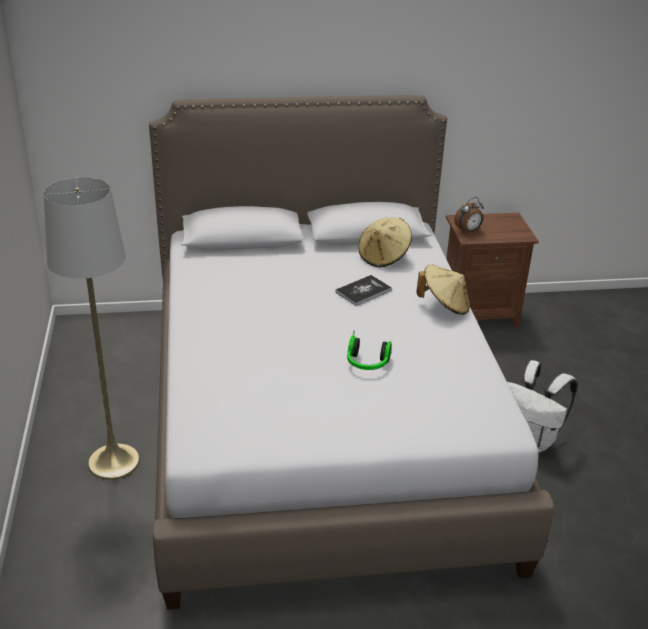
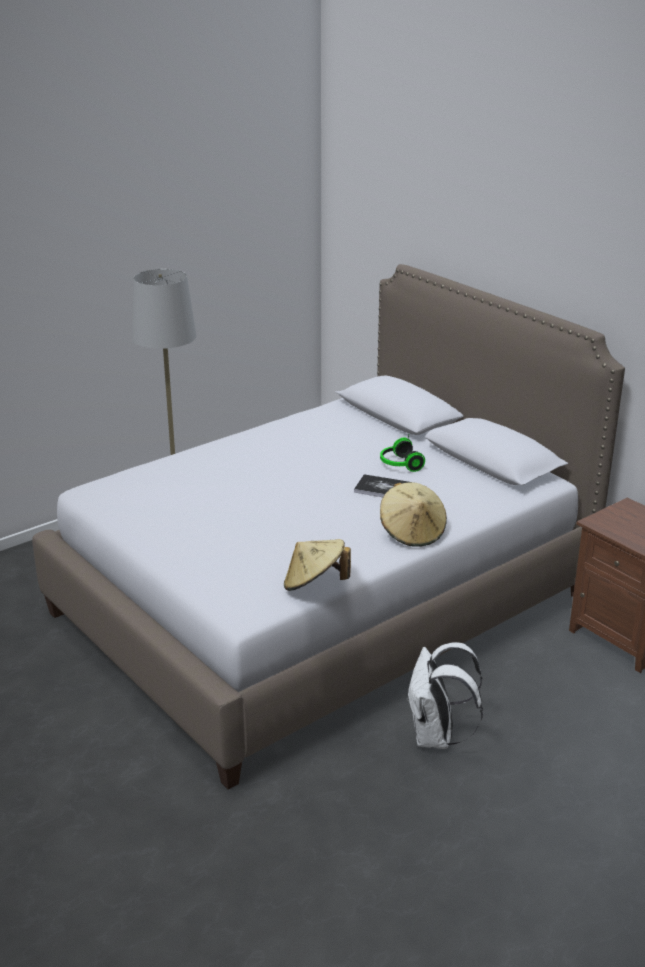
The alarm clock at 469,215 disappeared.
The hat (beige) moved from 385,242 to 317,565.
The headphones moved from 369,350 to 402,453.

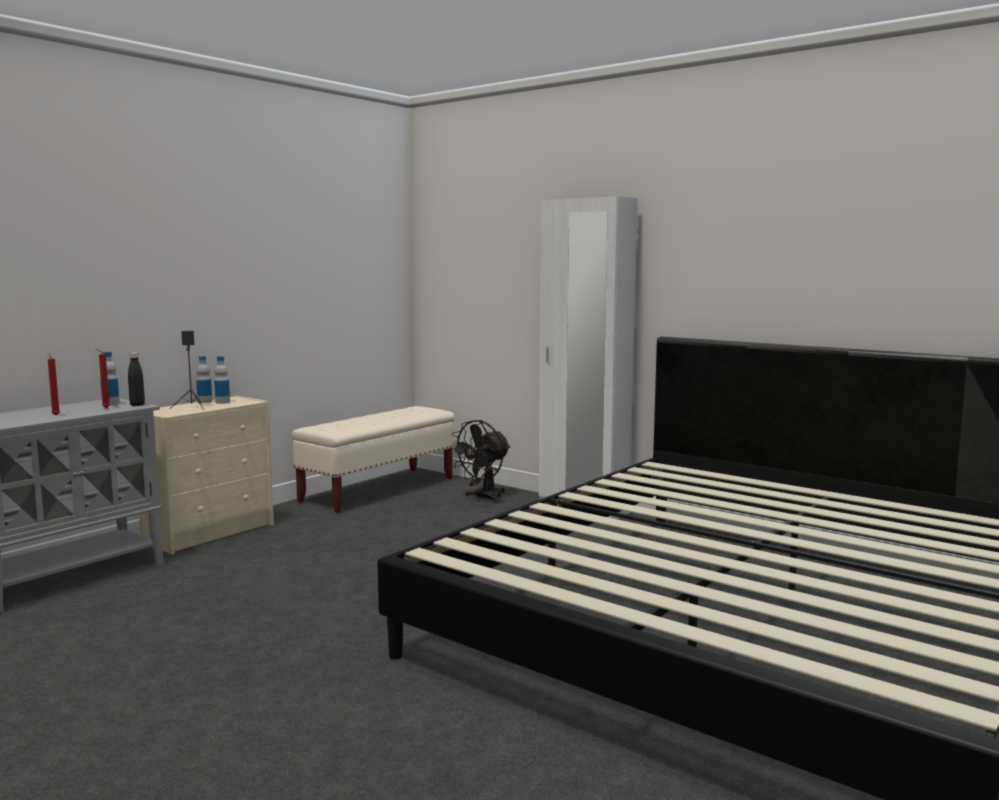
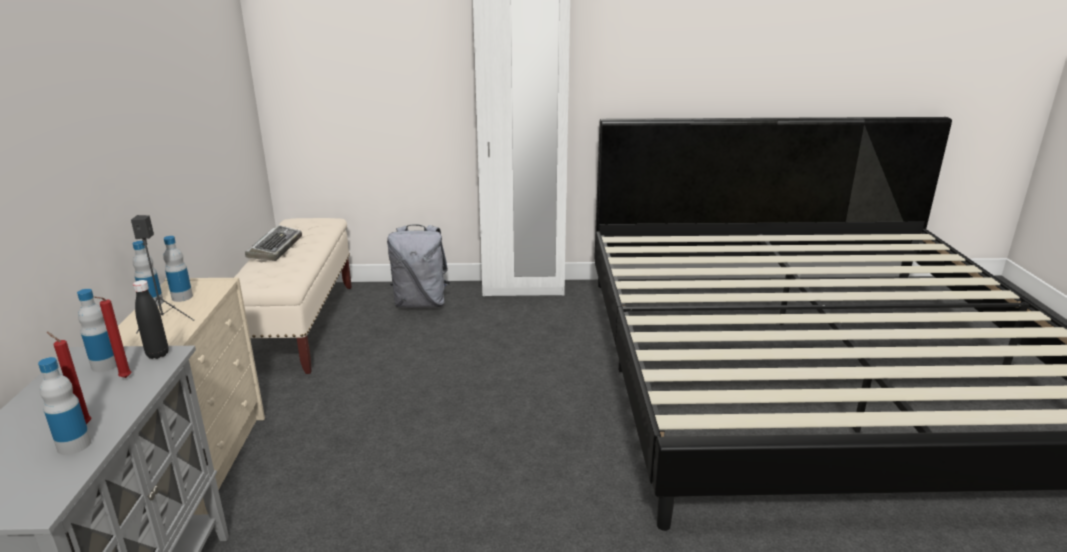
The fan (black) at 480,461 was replaced by the backpack (grey) at 418,266.
The keyboard at 273,243 appeared.
The bottle at 64,406 appeared.

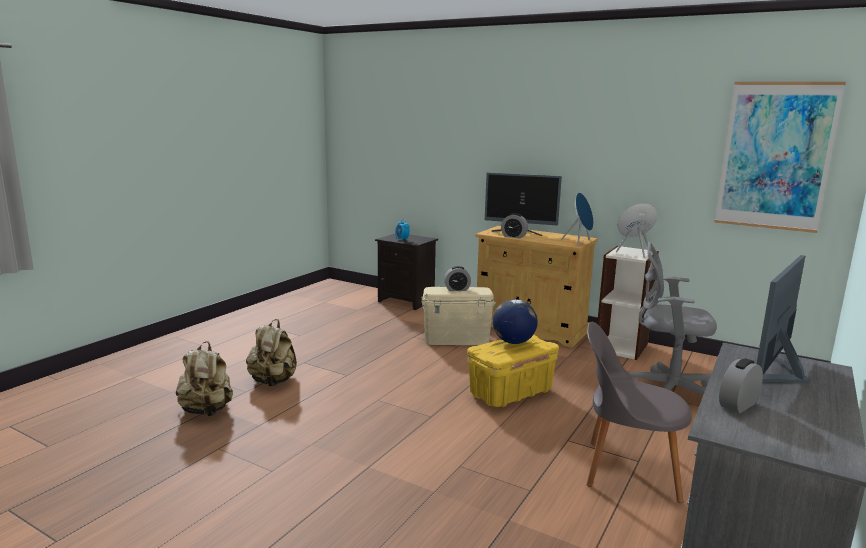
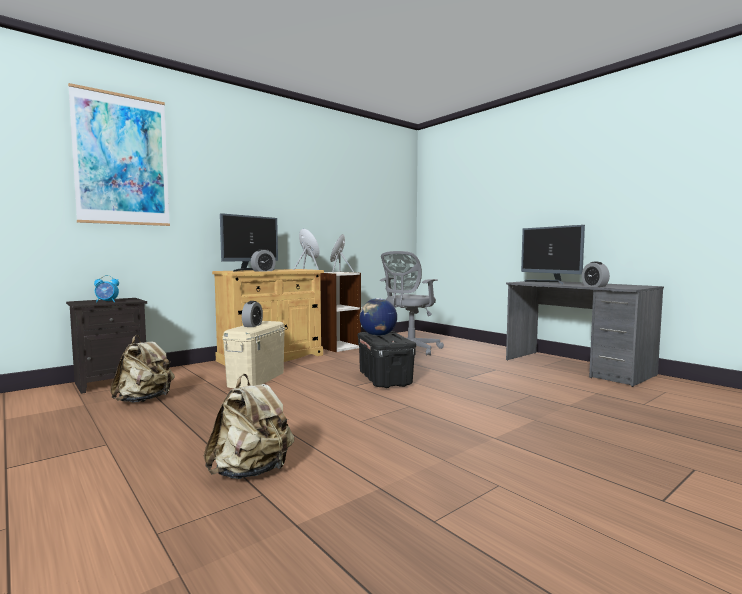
The picture moved from 780,157 to 119,154.
The chair (grey) at 639,412 disappeared.
The storage box (yellow) at 513,370 became the storage box (black) at 387,359.
The backpack (beige) moved from 204,378 to 142,369.

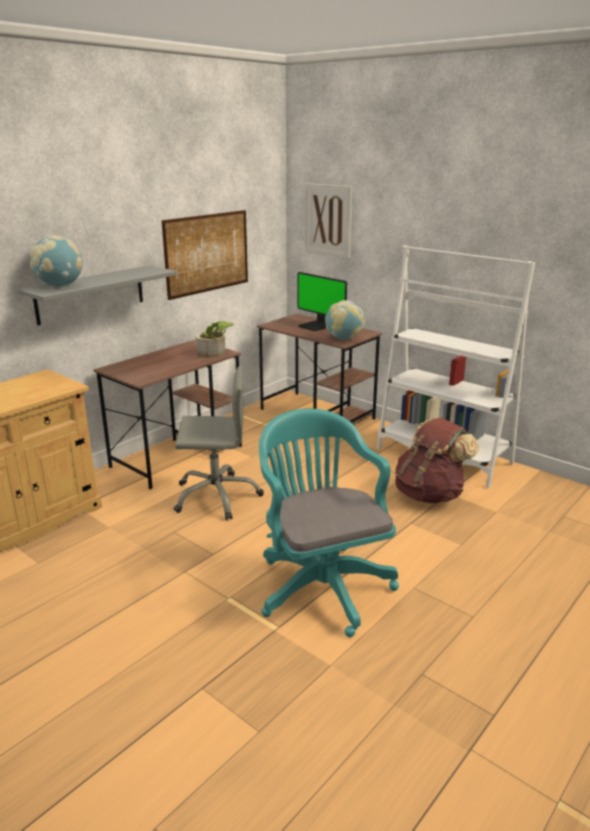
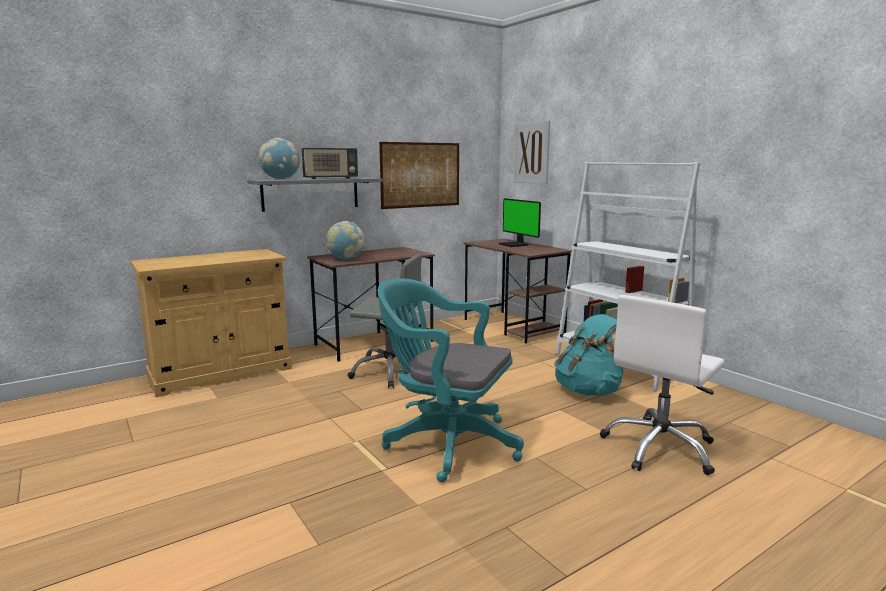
The globe moved from 344,320 to 345,240.
The potted plant at 215,339 disappeared.
The office chair (turquoise) at 329,523 turned 60 degrees counterclockwise.
The backpack (brown) at 437,461 became the backpack (turquoise) at 588,355.
The radio at 330,163 appeared.
The office chair (white) at 662,385 appeared.

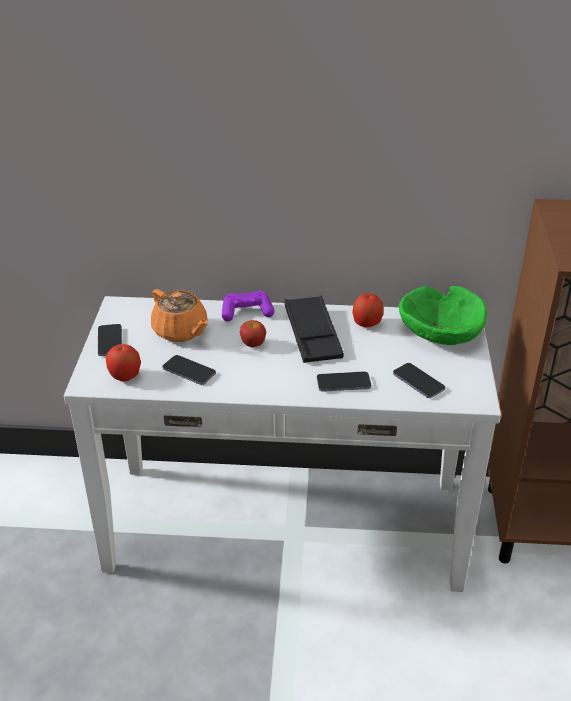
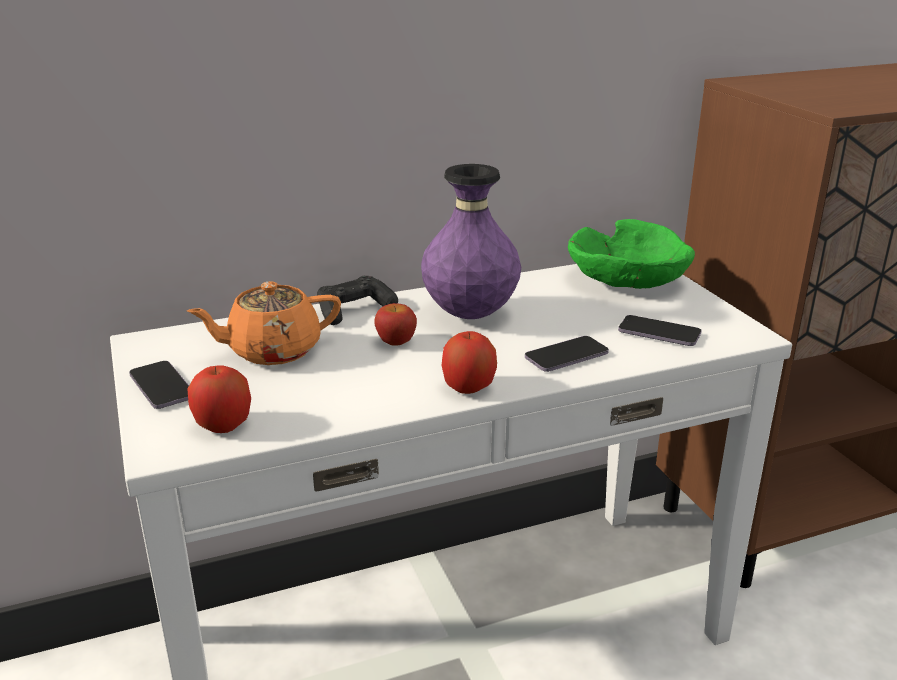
The teapot (orange) at 179,315 turned 135 degrees clockwise.
The game controller (purple) at 248,305 became the game controller (black) at 357,300.
The apple moved from 368,310 to 469,362.
The tray (black) at 314,329 was replaced by the vase (purple) at 471,241.
The phone at 189,370 disappeared.

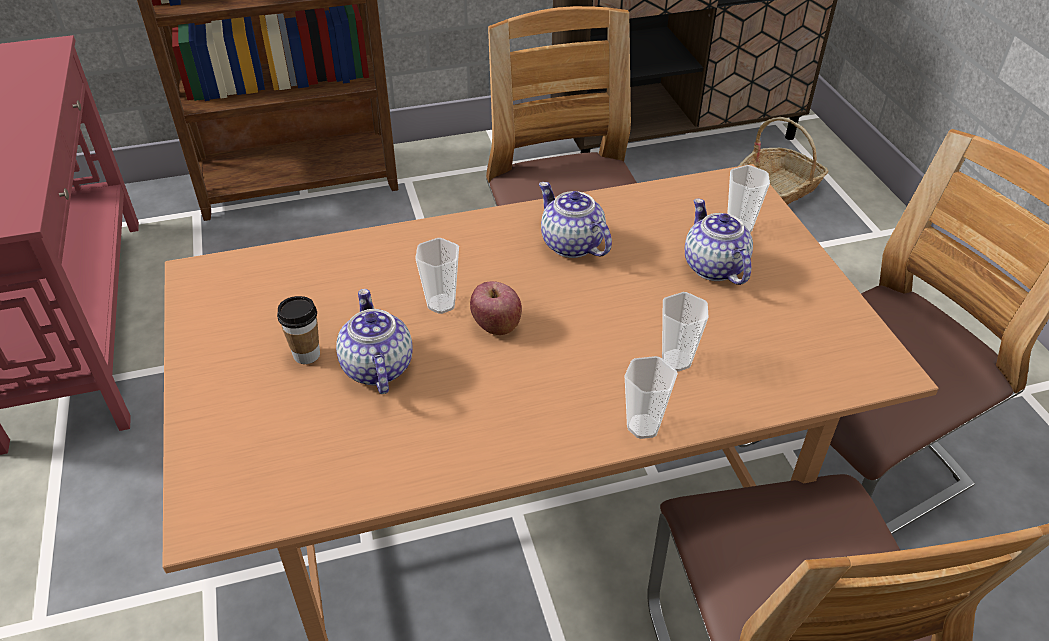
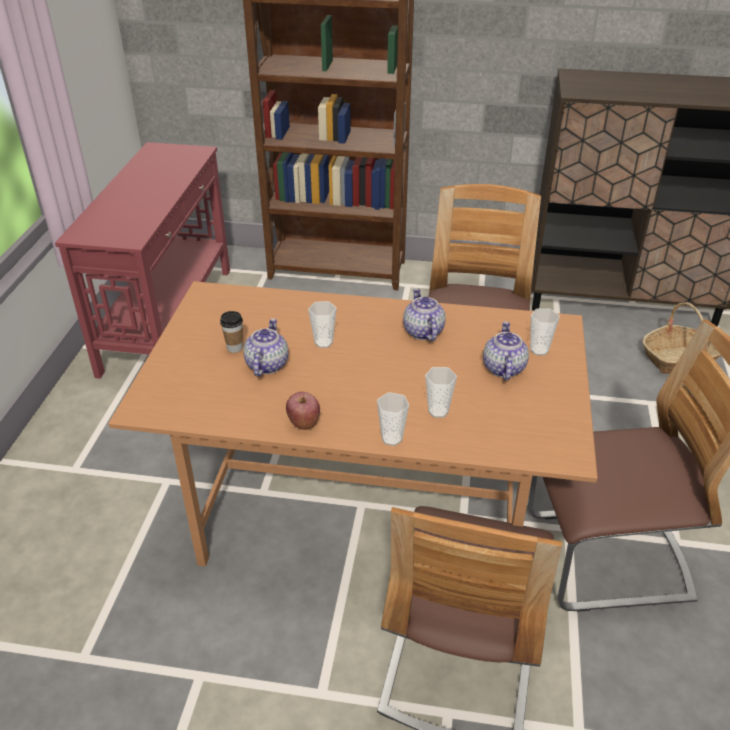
The apple moved from 496,308 to 303,411.

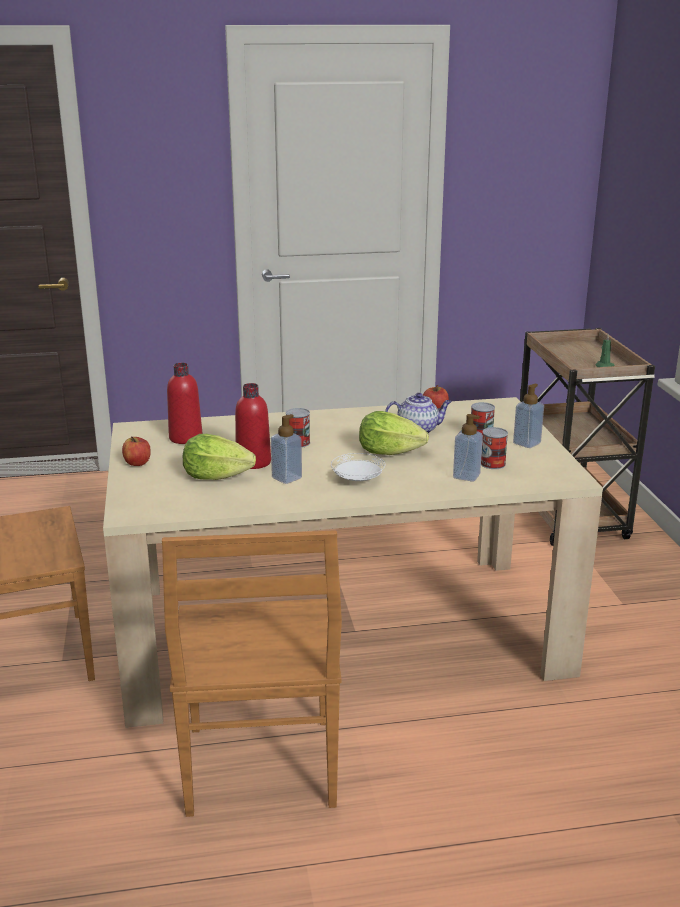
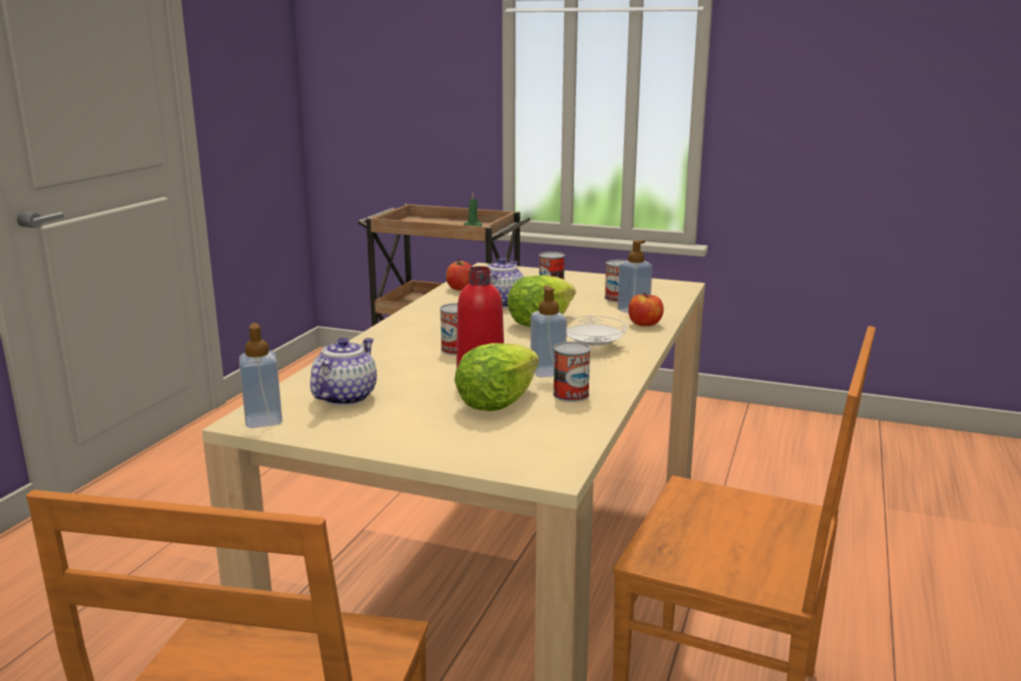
The bottle (red) at 184,403 was replaced by the teapot at 343,371.
The soap dispenser moved from 528,416 to 260,375.
The apple moved from 136,451 to 646,309.
The can at 572,372 appeared.

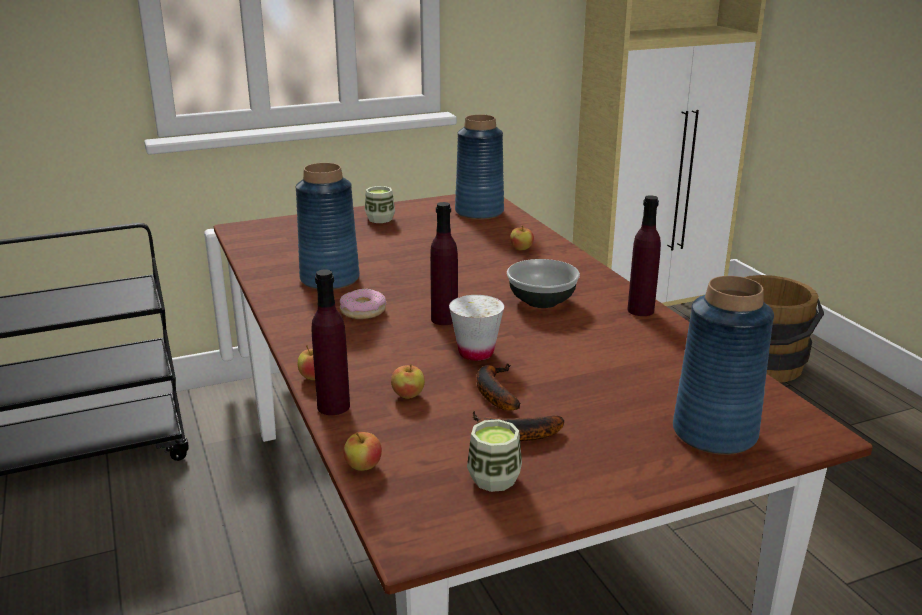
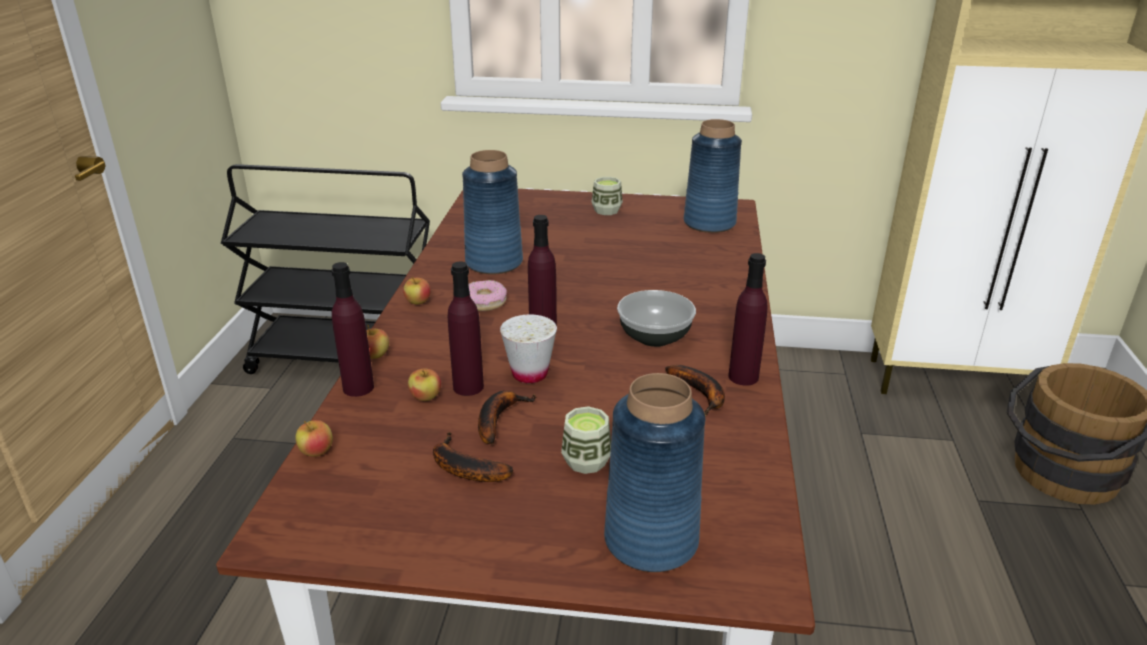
The apple moved from 522,237 to 417,291.
The cup moved from 494,455 to 586,440.
The bottle (purple) at 466,329 appeared.
The banana at 695,390 appeared.

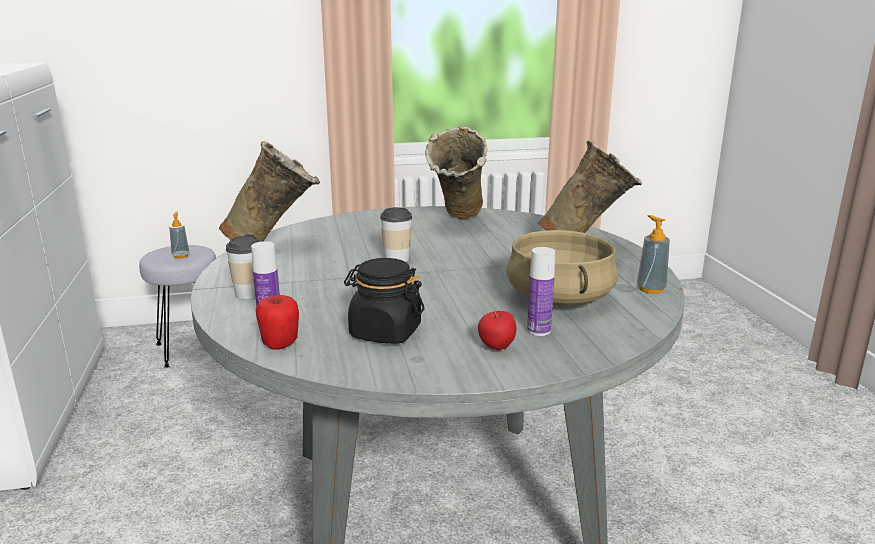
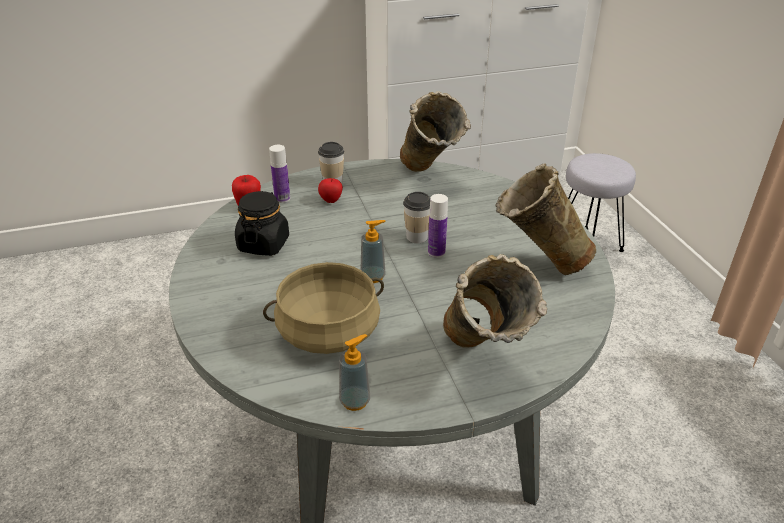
The soap dispenser moved from 179,235 to 373,251.
The bottle moved from 541,291 to 438,226.
The apple moved from 497,330 to 330,190.

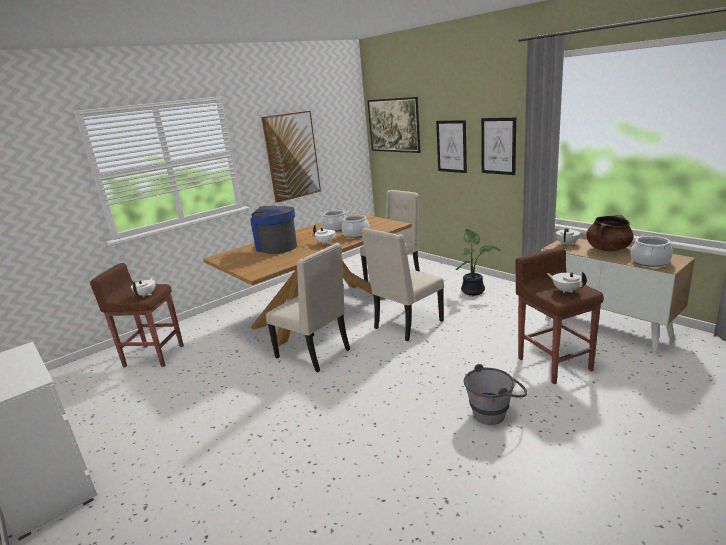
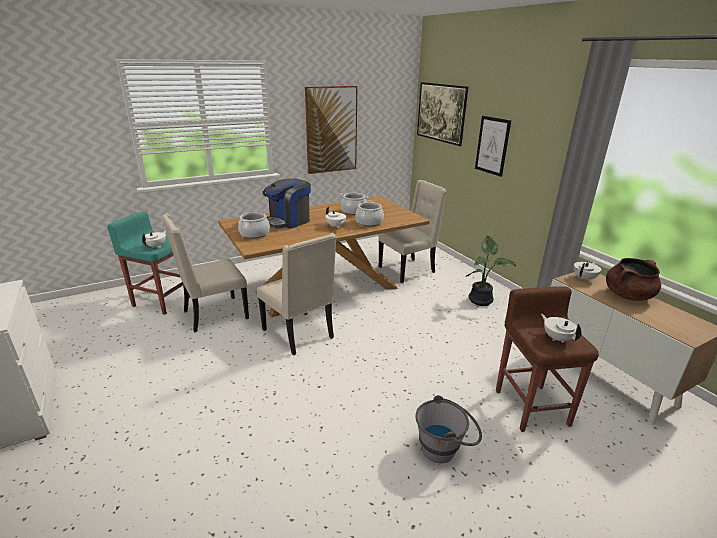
The picture at 498,146 disappeared.
The coffee machine at 274,230 turned 105 degrees counterclockwise.
The chair (beige) moved from 402,284 to 205,273.
The cooking pot moved from 652,250 to 254,224.
The stool (brown) at 137,315 became the stool (turquoise) at 148,263.

